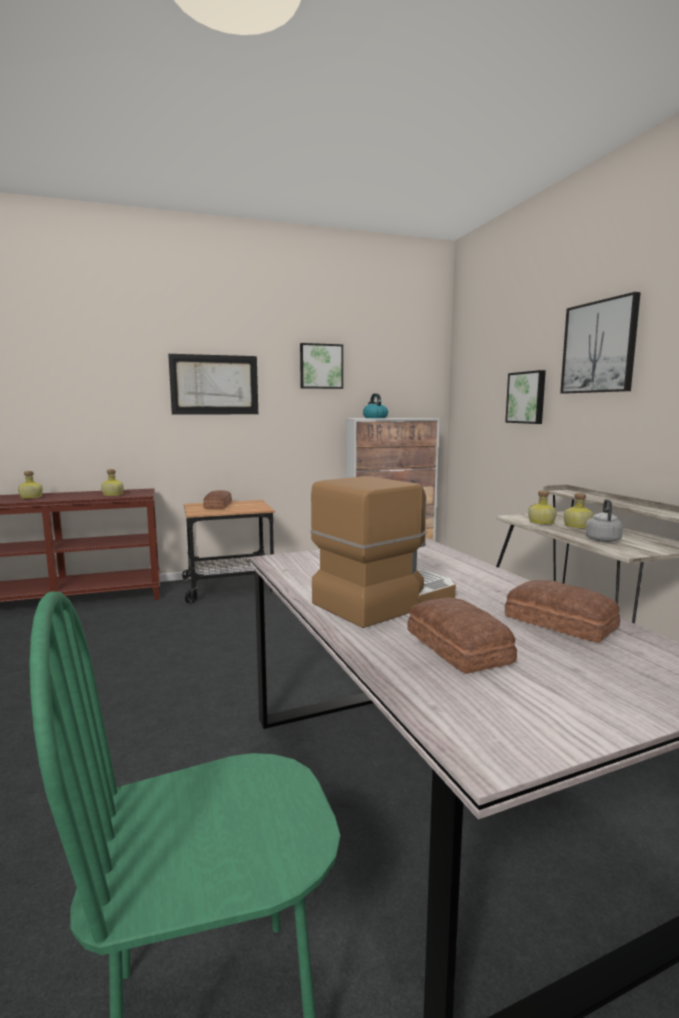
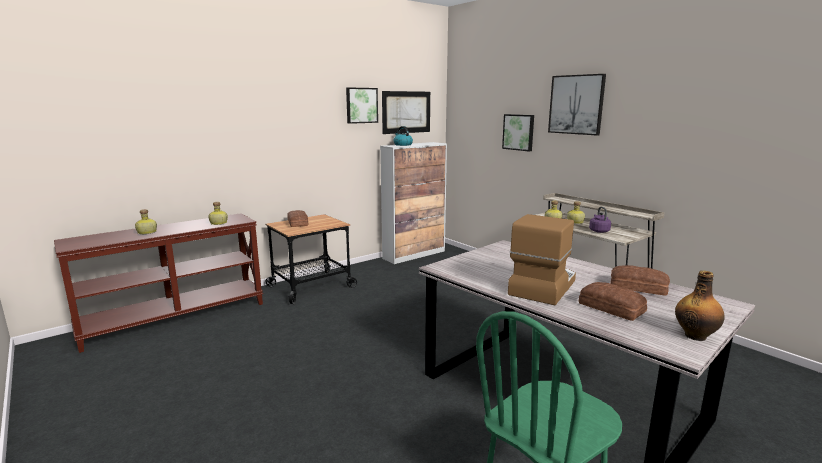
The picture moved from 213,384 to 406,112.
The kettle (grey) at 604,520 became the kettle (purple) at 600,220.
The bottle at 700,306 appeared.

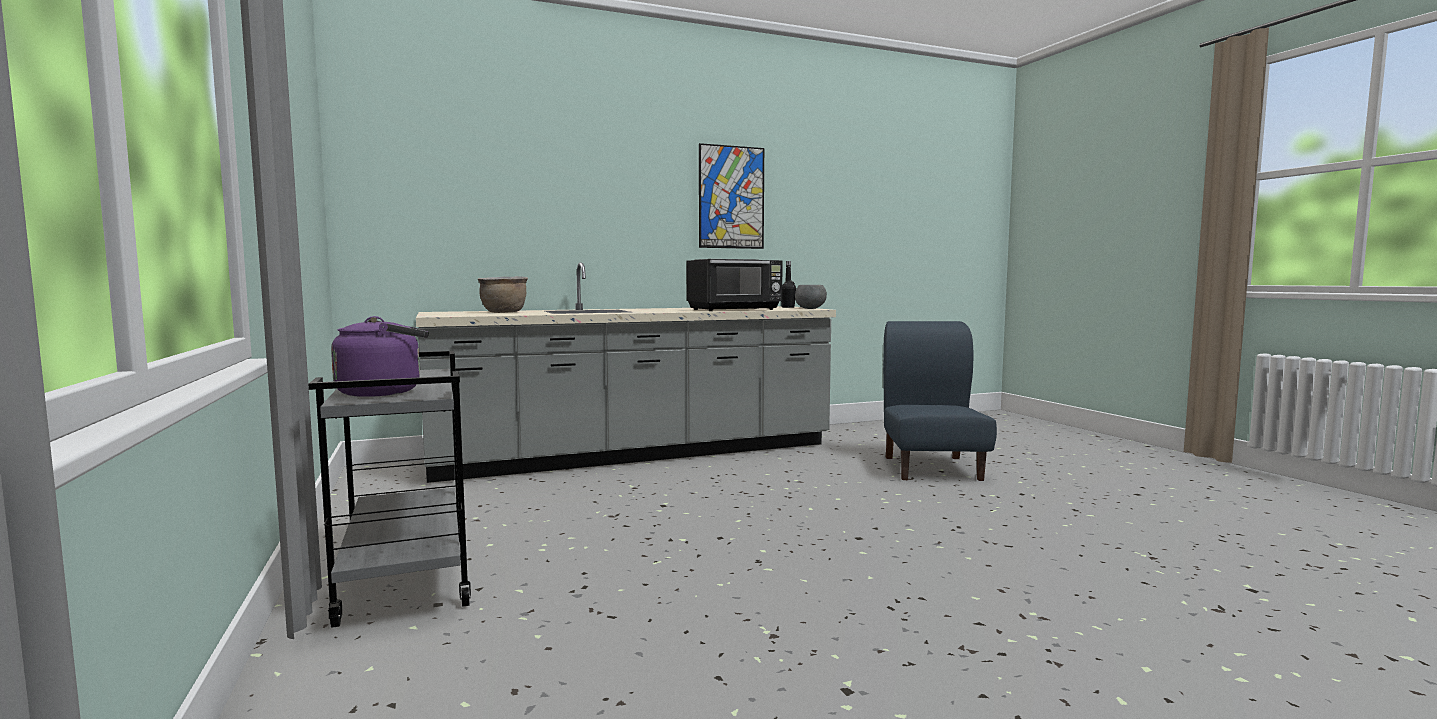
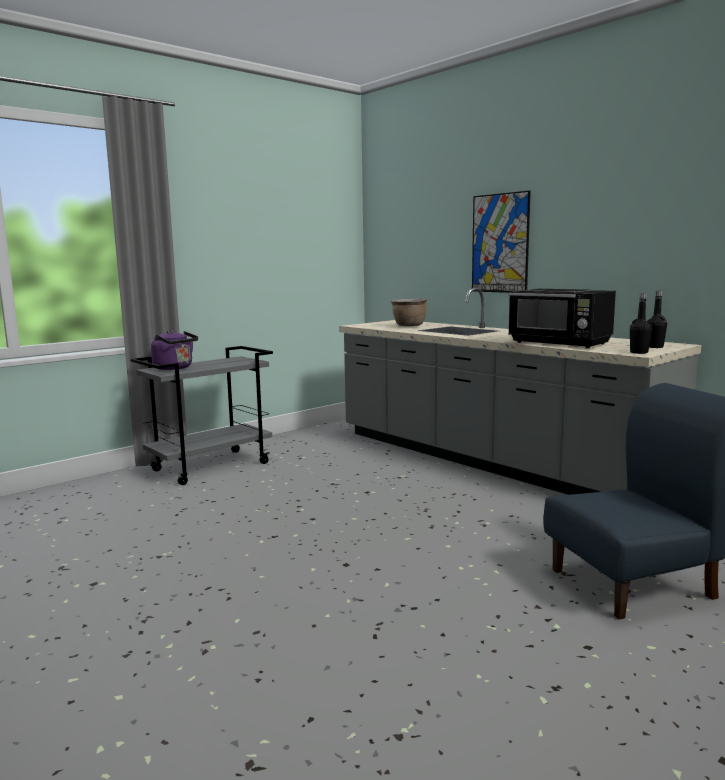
The picture moved from 731,196 to 501,242.
The bowl (grey) at 811,297 was replaced by the bottle (black) at 641,323.

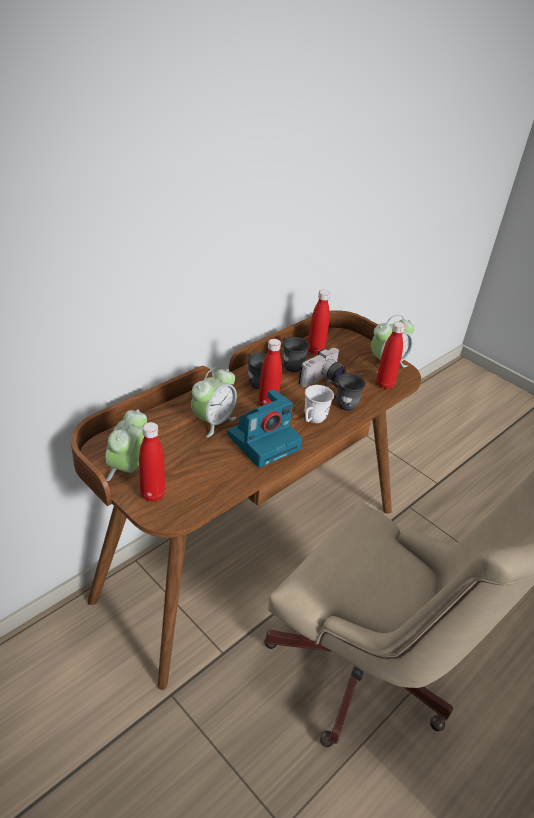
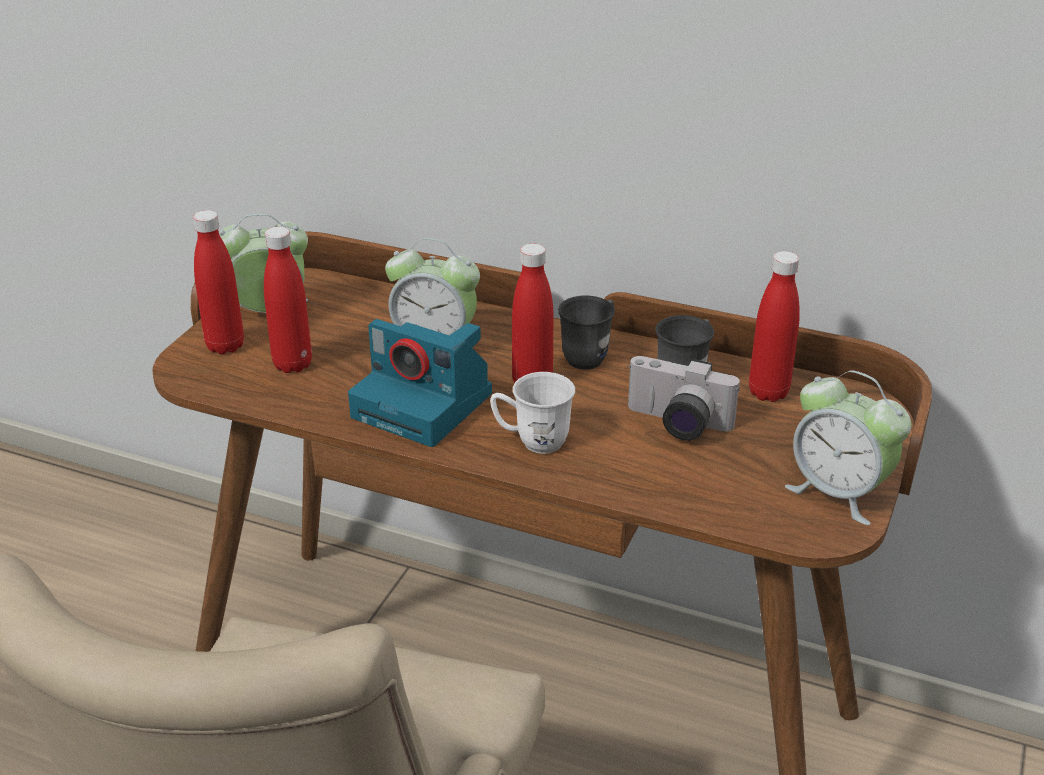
The bottle (red) moved from 390,355 to 288,300.
The mug (grey) at 346,392 disappeared.

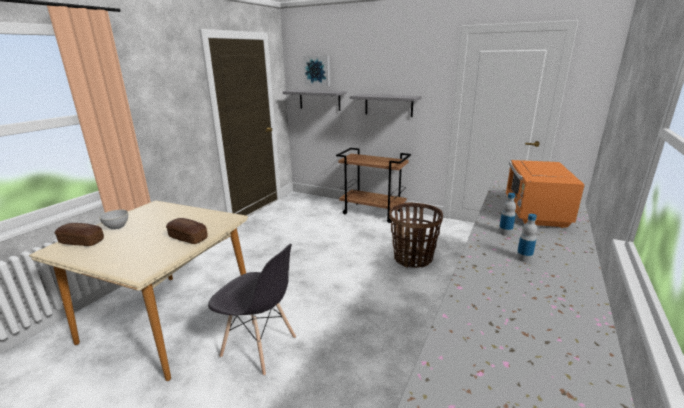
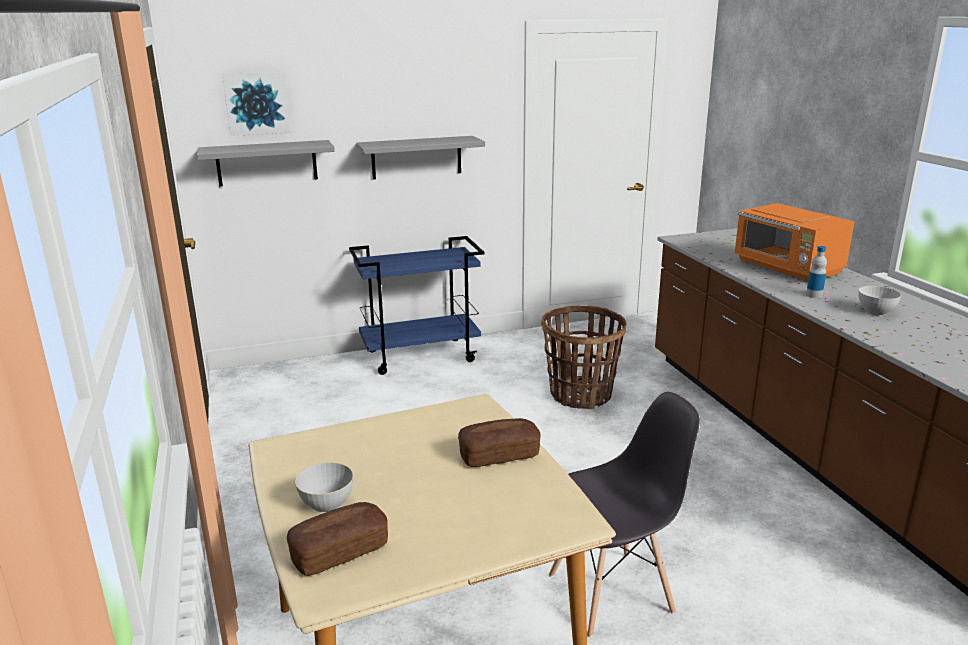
The cart (brown) at 373,185 became the cart (blue) at 416,305.
The bottle at 526,238 was replaced by the bowl (grey) at 879,301.

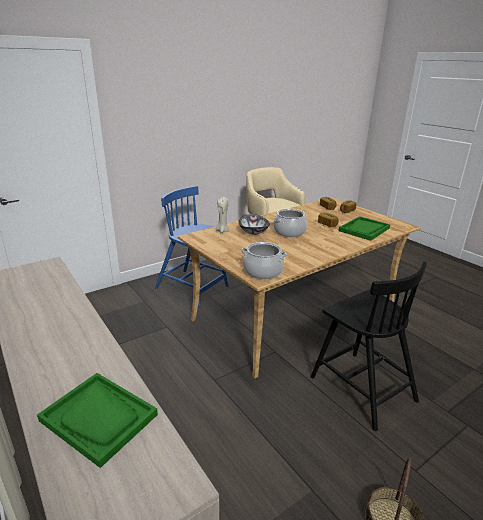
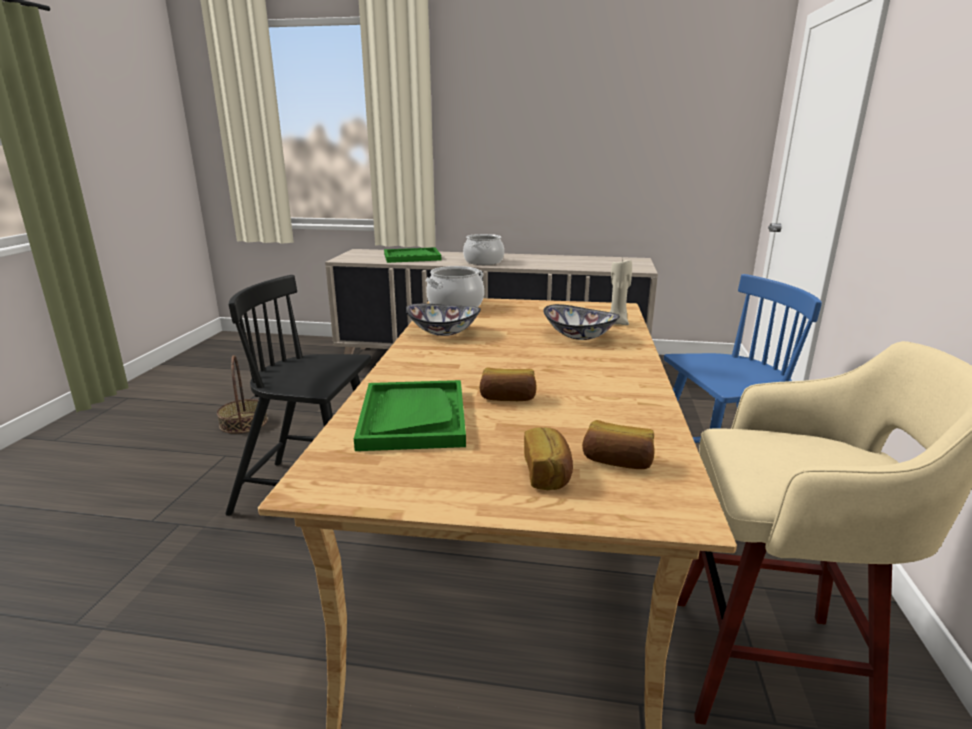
The cooking pot moved from 290,223 to 483,249.
The bowl at 443,319 appeared.

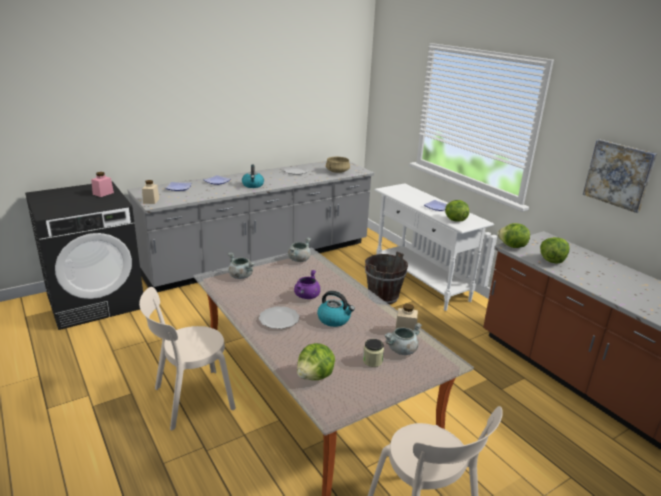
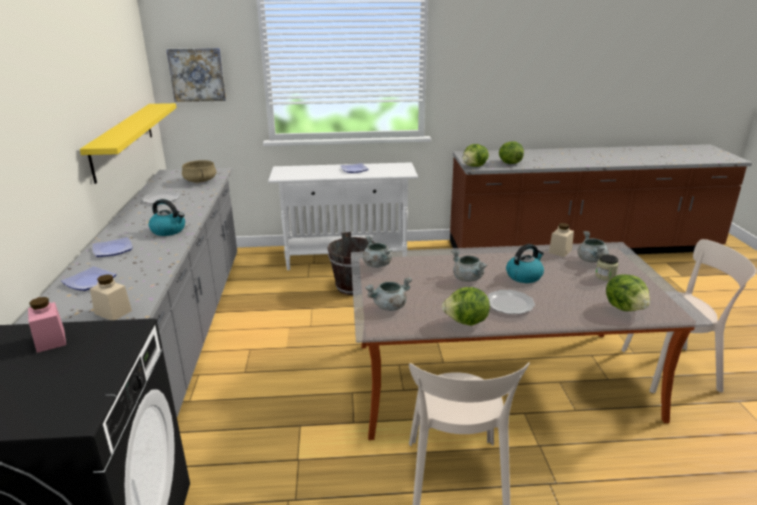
The picture moved from 620,176 to 196,75.
The lettuce moved from 457,210 to 466,306.
The cooking pot (purple) at 307,284 became the cooking pot (grey) at 469,266.
The shelf (yellow) at 128,143 appeared.

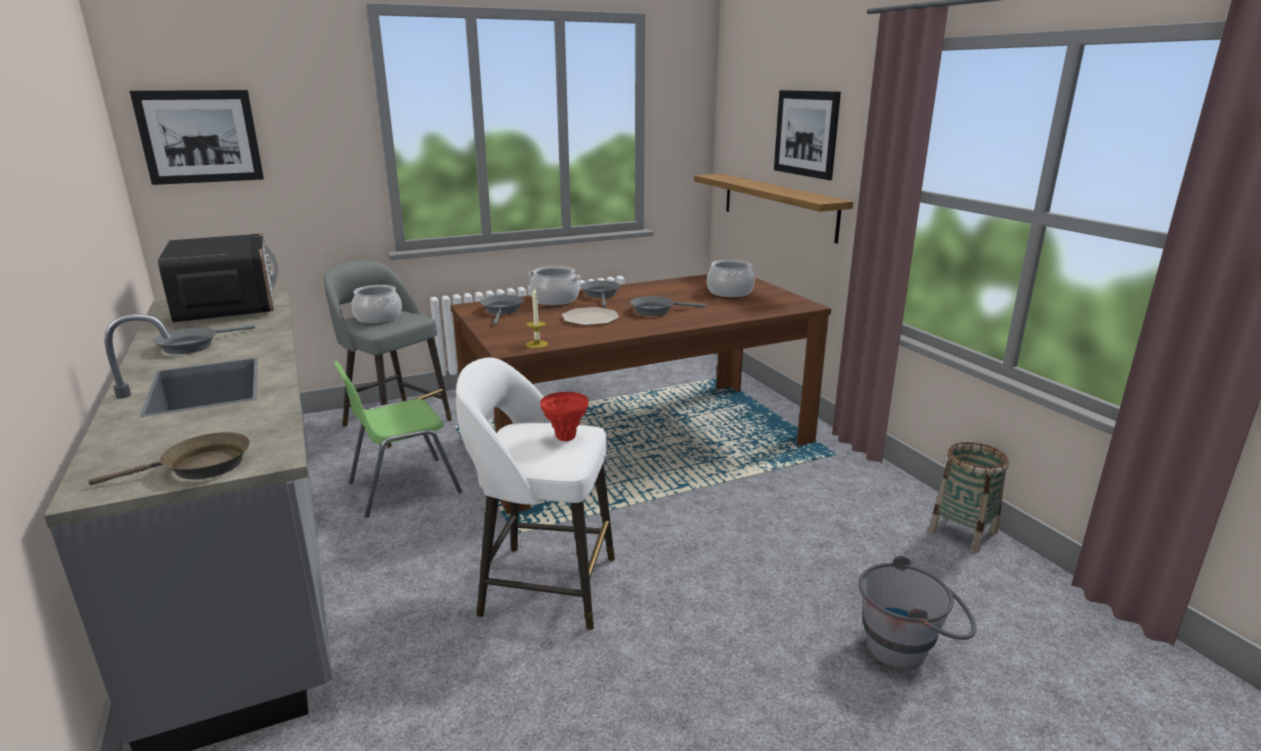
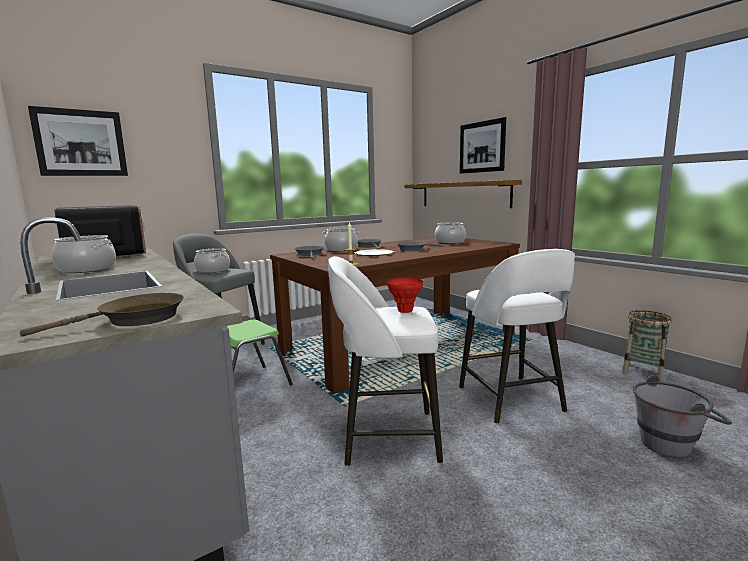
The frying pan (grey) at 204,339 was replaced by the cooking pot at 84,254.
The stool (white) at 517,336 appeared.

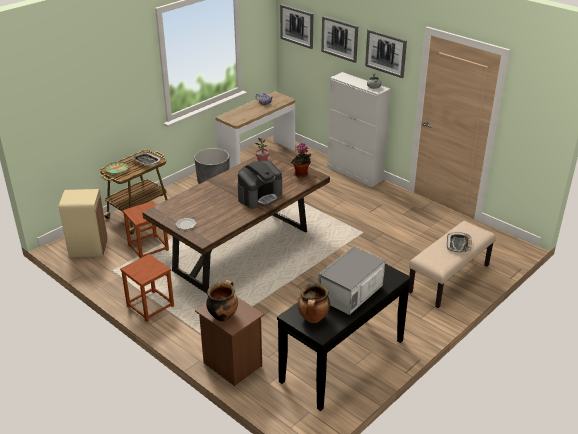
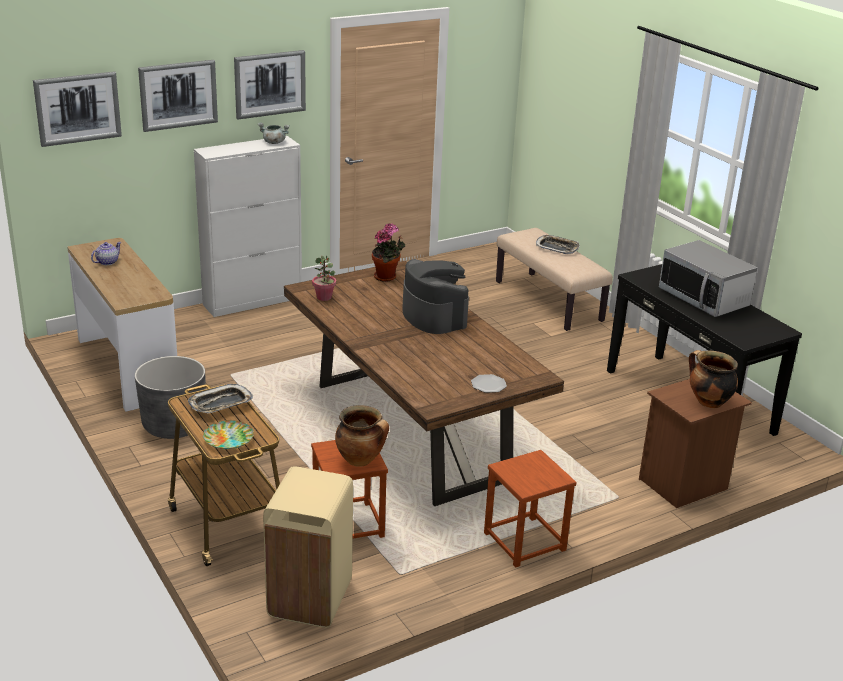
The cooking pot moved from 314,303 to 362,436.

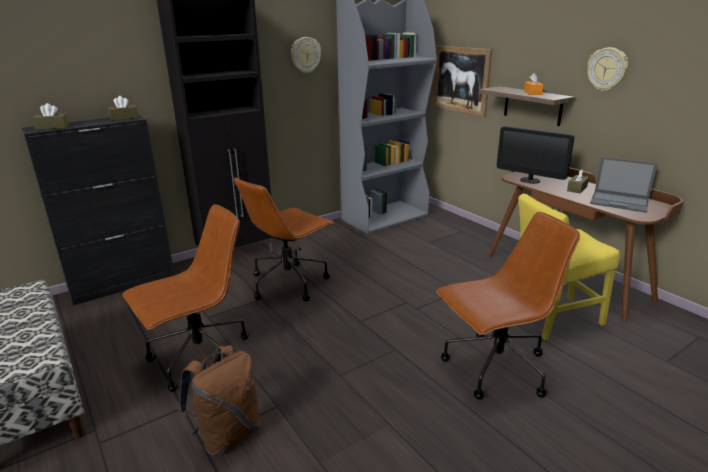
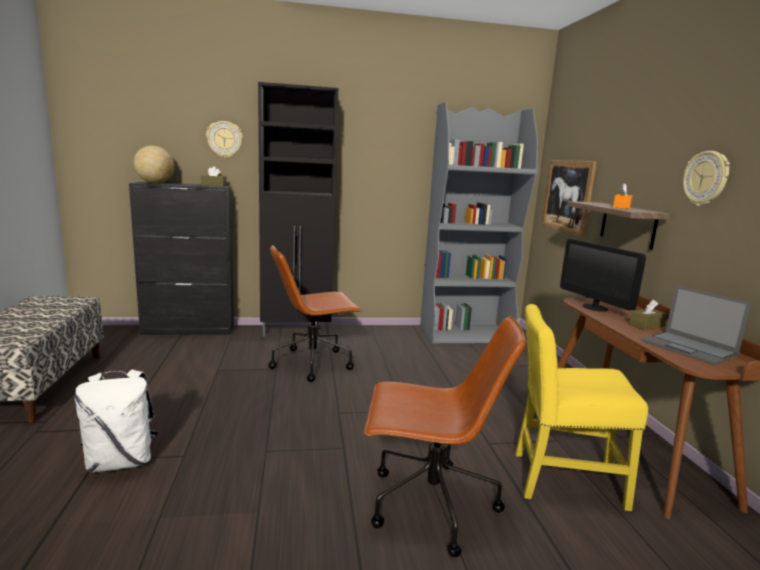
The wall clock moved from 306,55 to 224,139.
The tissue box (brown) at 51,116 was replaced by the globe at 153,164.
The office chair (brown) at 185,298 disappeared.
The backpack (brown) at 219,400 became the backpack (white) at 116,421.

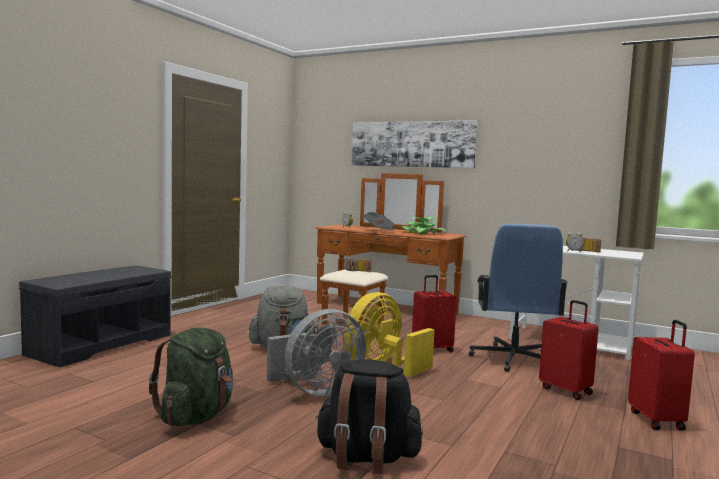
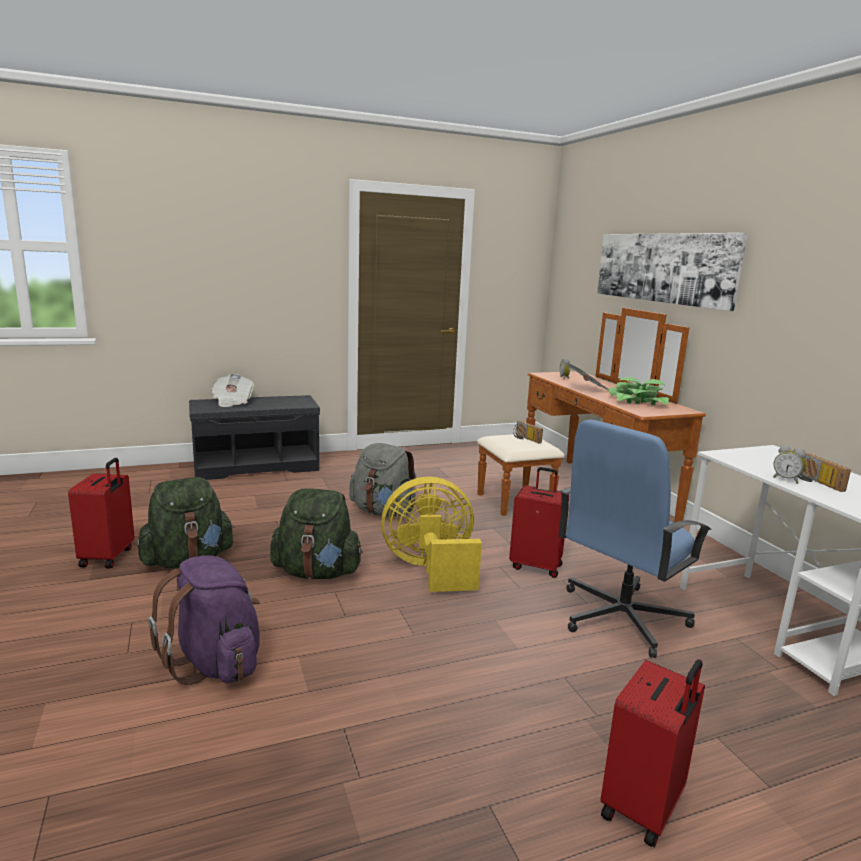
The suitcase (red) moved from 569,350 to 101,513.
The fan (grey) at 316,353 was replaced by the backpack (green) at 316,533.
The backpack (black) at 369,416 became the backpack (purple) at 204,620.
The newspaper at 233,390 appeared.

